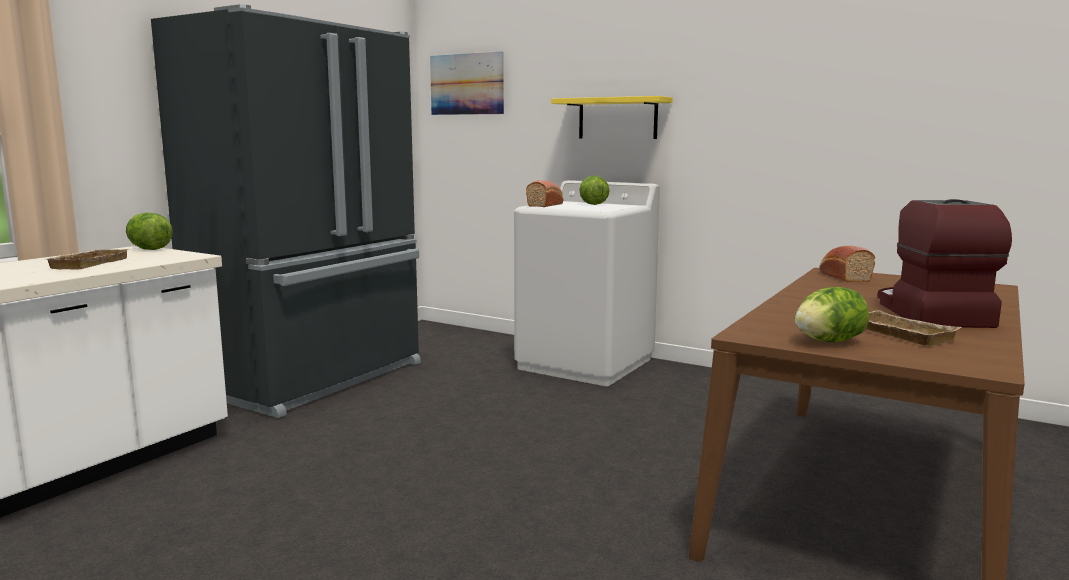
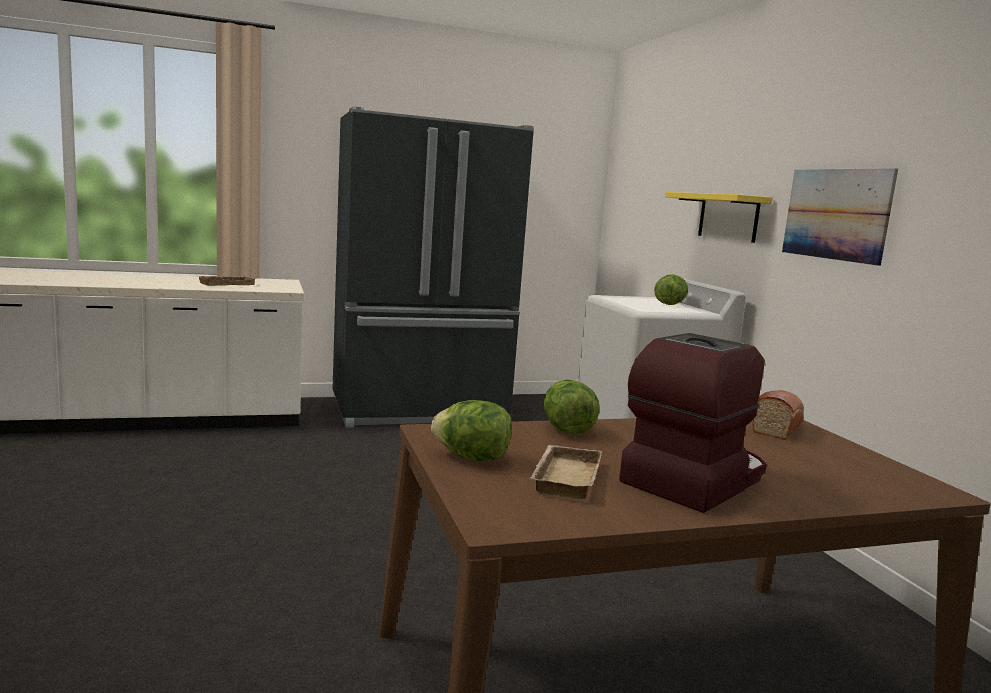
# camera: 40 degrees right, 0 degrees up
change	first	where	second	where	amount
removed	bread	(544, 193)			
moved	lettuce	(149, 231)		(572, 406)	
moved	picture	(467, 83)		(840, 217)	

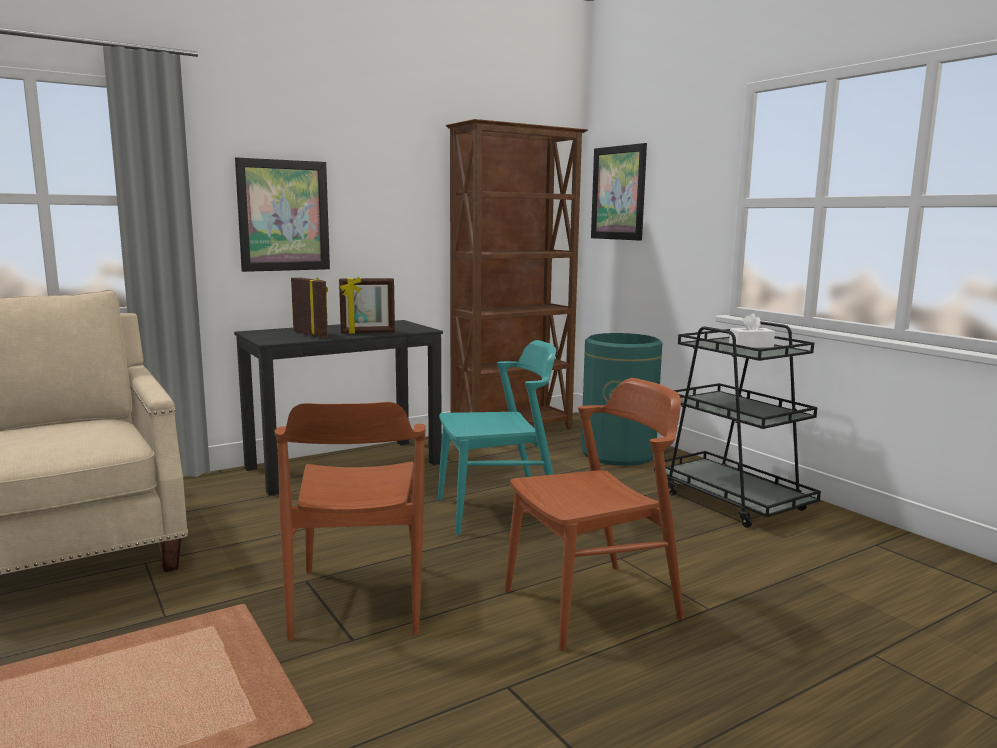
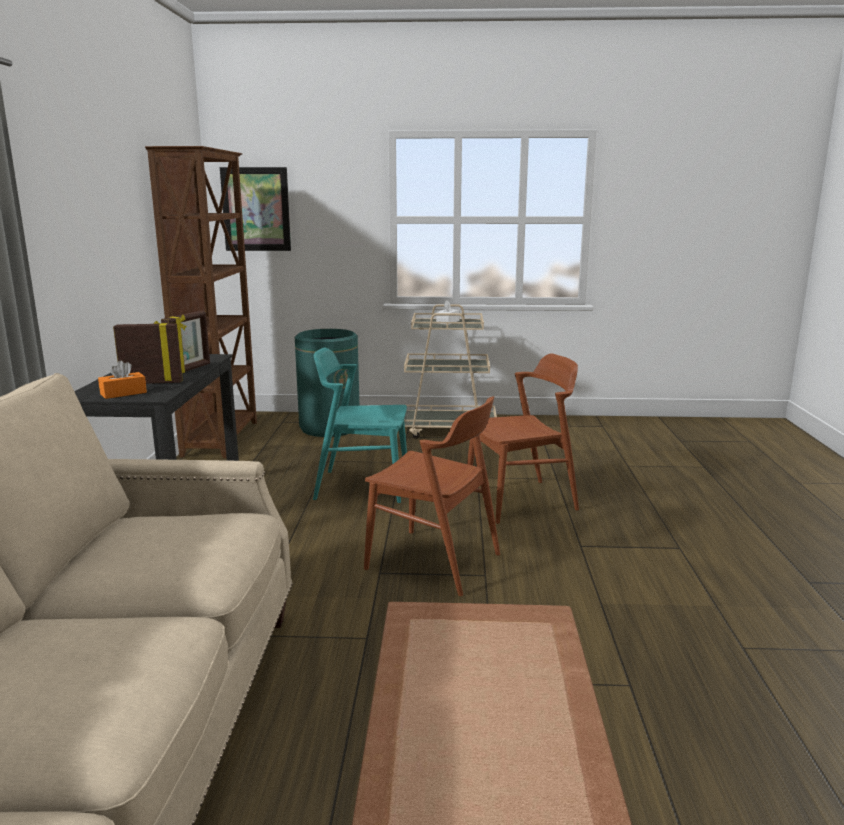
# camera: 55 degrees left, 5 degrees up
change	first	where	second	where	amount
removed	picture	(282, 214)			
added			tissue box/orange	(122, 379)	
recoloured	cart/black	(737, 424)	cart/beige	(450, 371)	
turned	chair/turquoise	(497, 437)		(360, 425)	105 degrees counterclockwise
turned	chair/brown	(594, 514)		(523, 439)	60 degrees clockwise

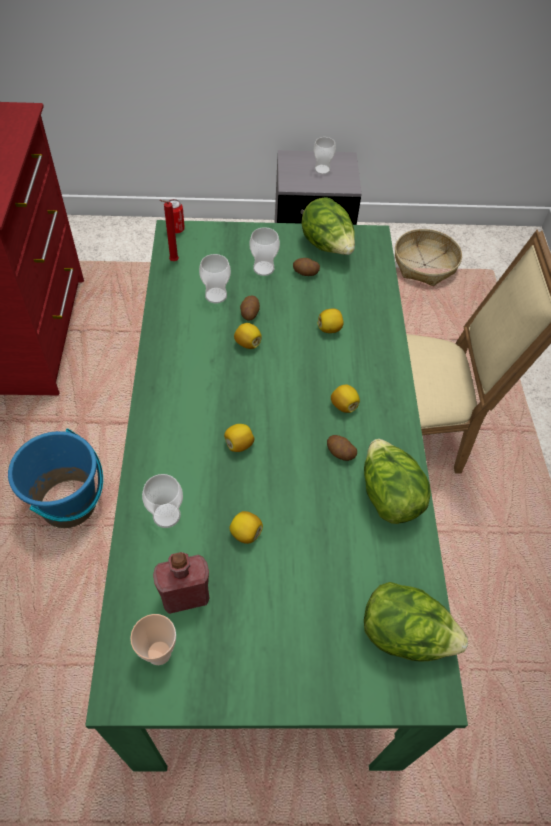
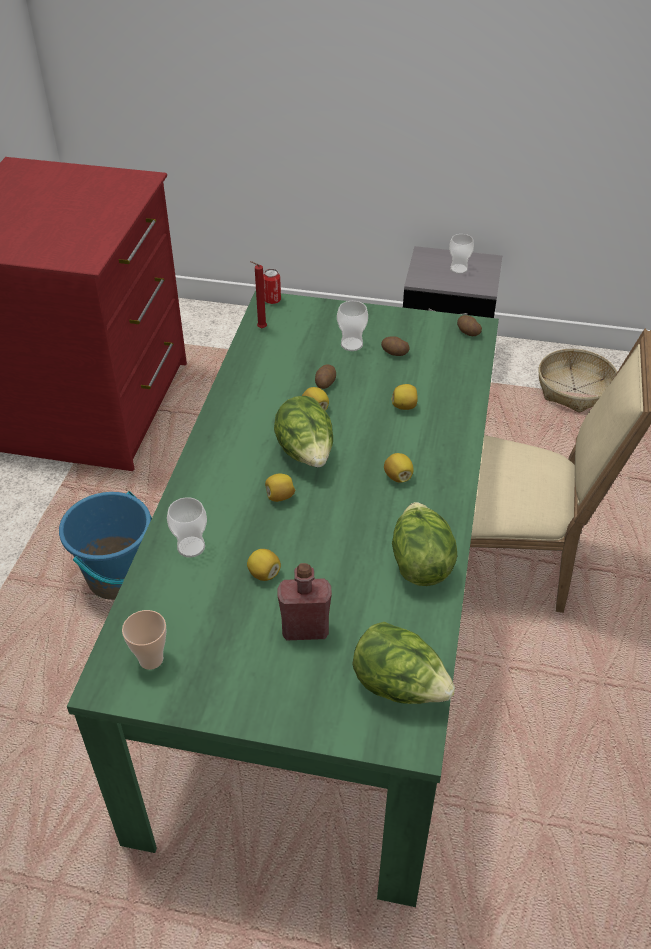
# camera: 15 degrees right, 10 degrees down
change	first	where	second	where	amount
removed	cup	(215, 278)			
moved	bottle/red	(181, 583)		(304, 601)	
moved	lettuce	(328, 226)		(303, 431)	
moved	potato	(342, 448)		(469, 325)	

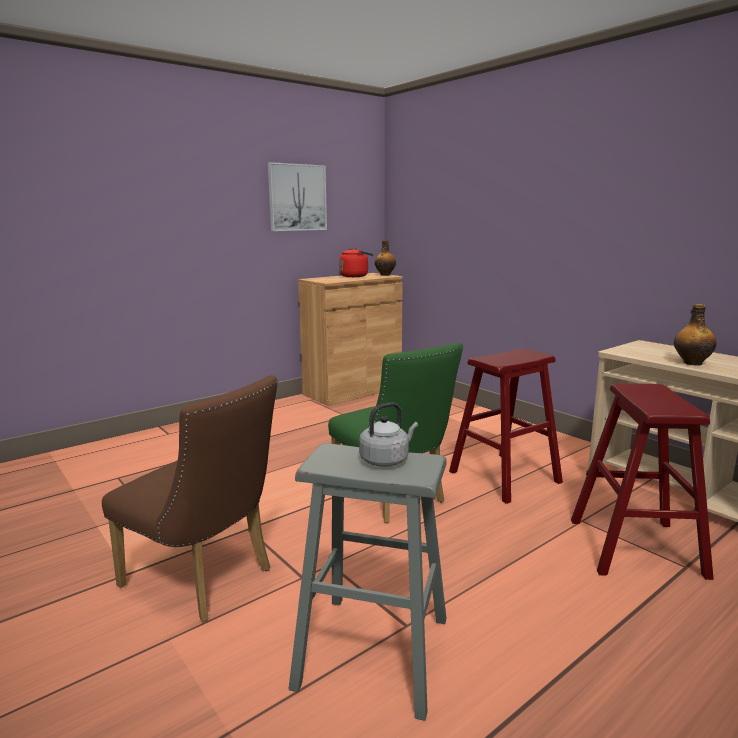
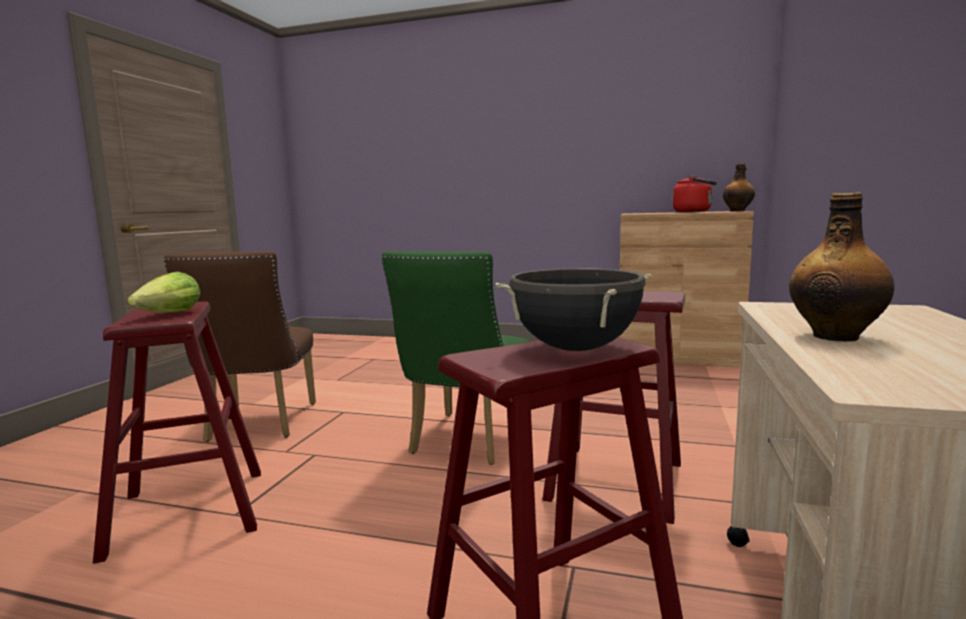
# camera: 55 degrees right, 5 degrees down
change	first	where	second	where	amount
removed	picture	(297, 196)			
added			cooking pot/black	(573, 309)	
replaced	kettle/grey	(388, 434)	lettuce	(164, 292)	
recoloured	stool/grey	(367, 582)	stool/red	(177, 432)	

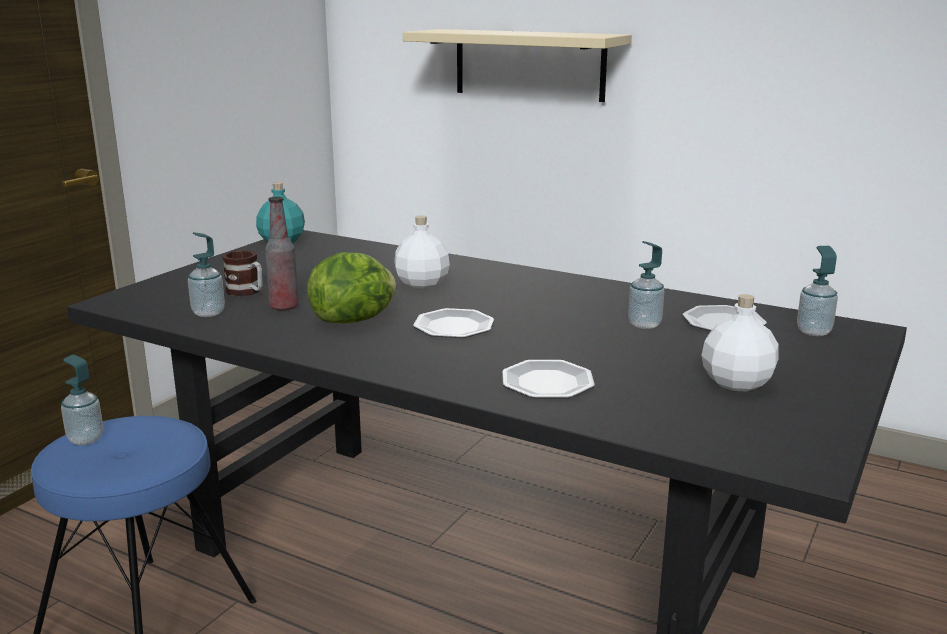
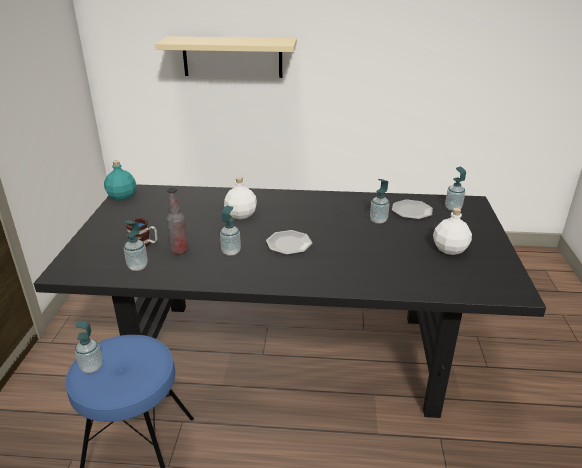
# camera: 25 degrees left, 10 degrees up
change	first	where	second	where	amount
removed	plate	(548, 379)			
replaced	lettuce	(351, 287)	soap dispenser	(230, 230)	

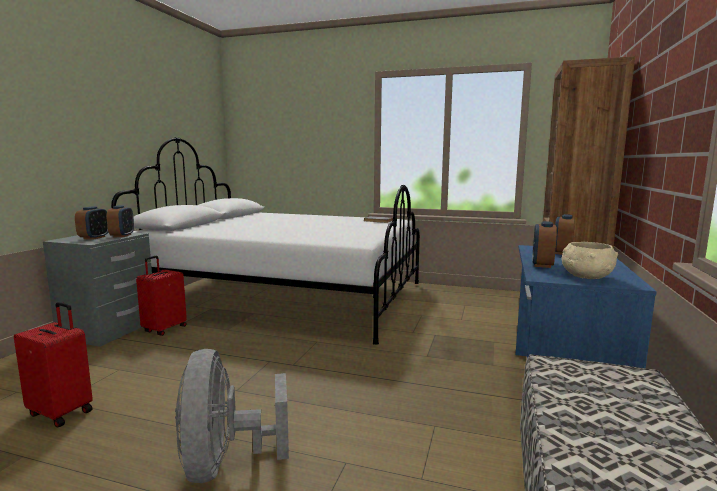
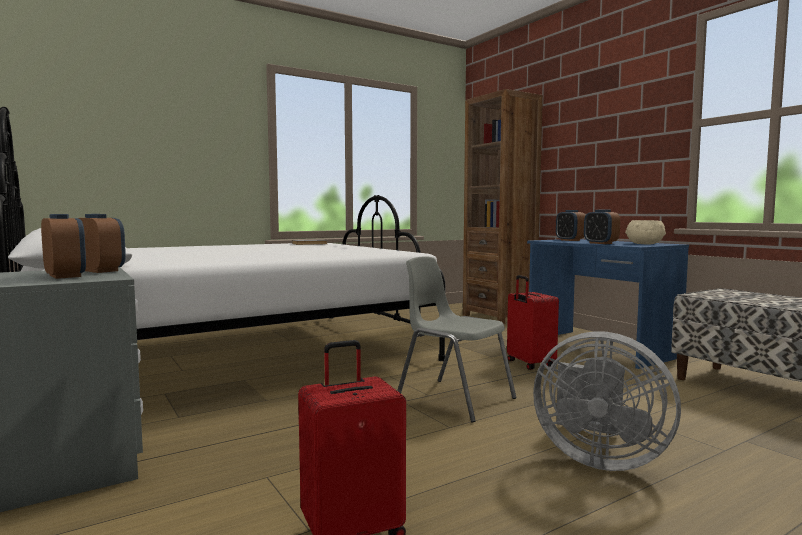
# camera: 50 degrees left, 5 degrees down
change	first	where	second	where	amount
added			chair/grey	(457, 339)	
moved	suitcase/red	(161, 296)		(533, 322)	

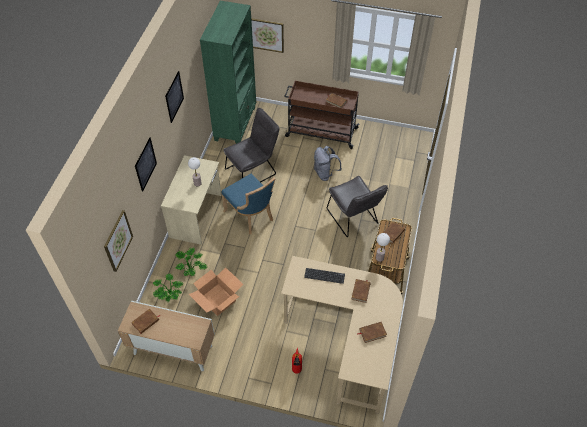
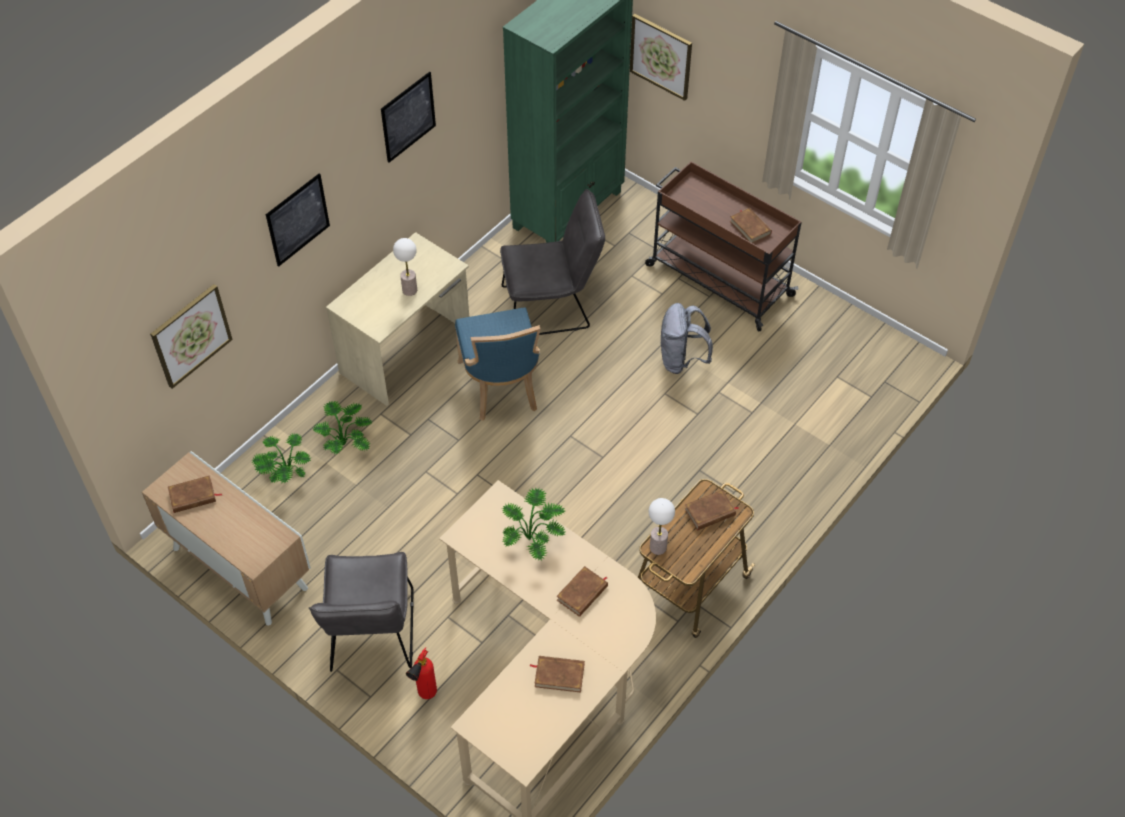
# camera: 25 degrees right, 0 degrees up
change	first	where	second	where	amount
removed	cardboard box	(216, 291)			
moved	chair/grey	(357, 206)		(361, 612)	
replaced	keyboard	(324, 276)	potted plant	(533, 524)	

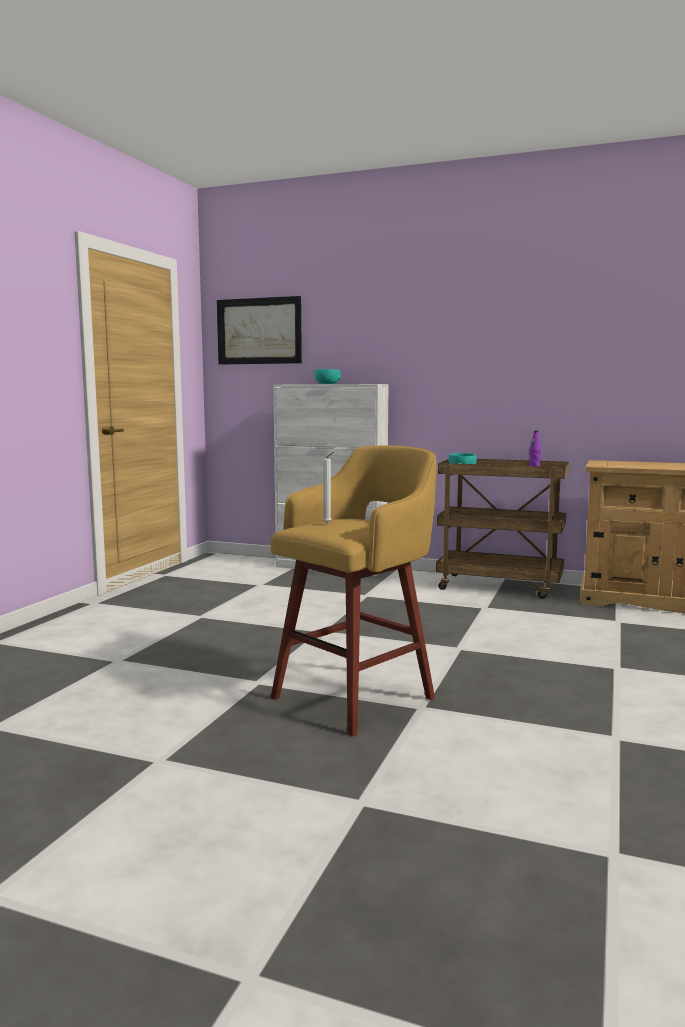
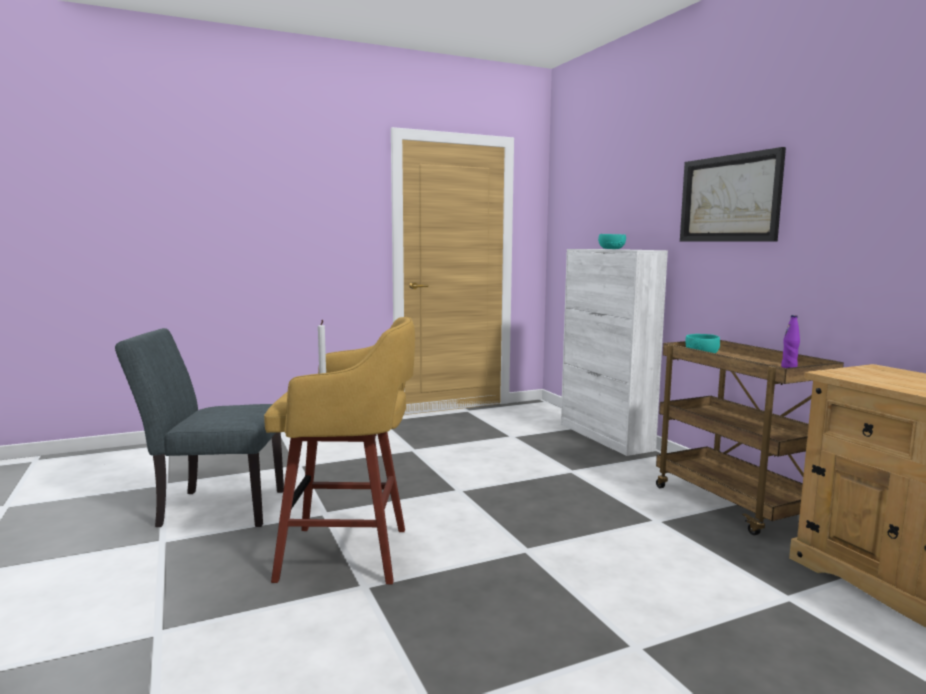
# camera: 45 degrees right, 0 degrees up
change	first	where	second	where	amount
added			chair/grey	(199, 427)	
moved	picture	(259, 330)		(733, 194)	

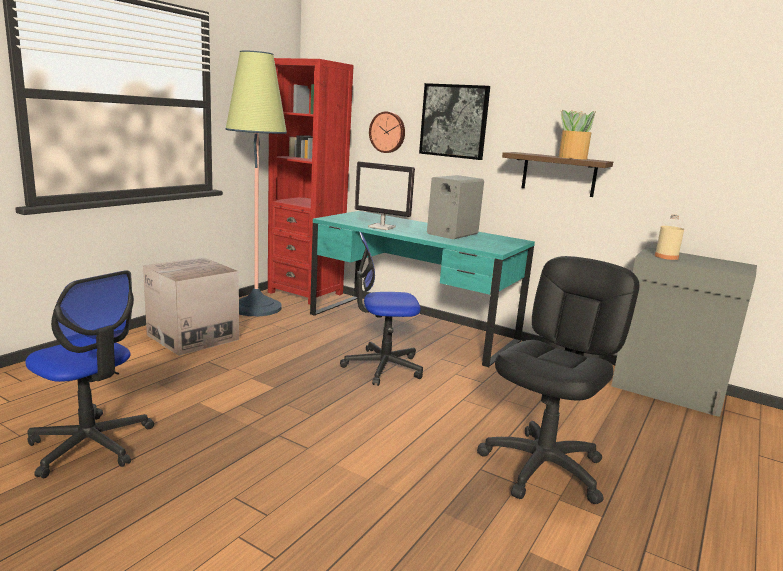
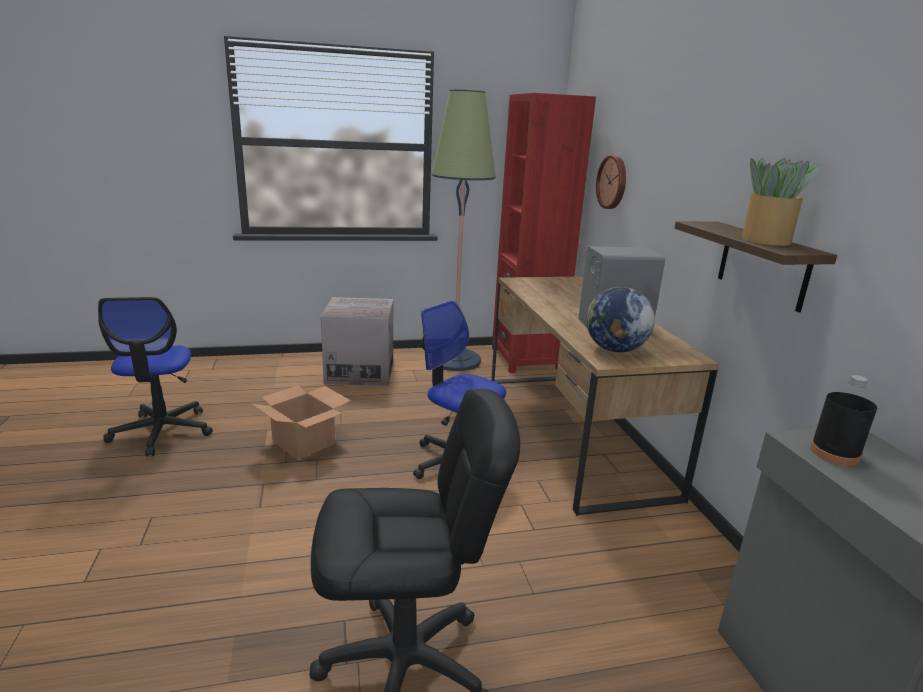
# camera: 45 degrees right, 5 degrees up
change	first	where	second	where	amount
removed	monitor	(385, 196)			
removed	picture	(454, 121)			
added			cardboard box	(301, 422)	
added			globe	(620, 319)	
recoloured	desk/turquoise	(422, 289)	desk/brown	(605, 396)	
recoloured	bottle/beige	(669, 237)	bottle/black	(843, 420)	

